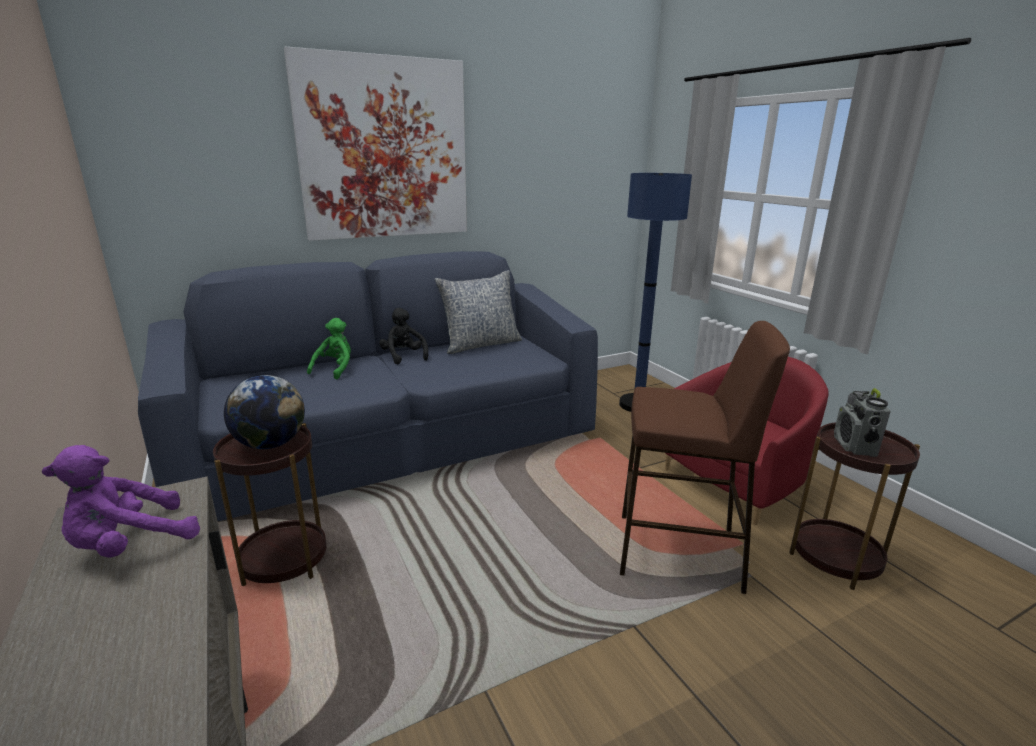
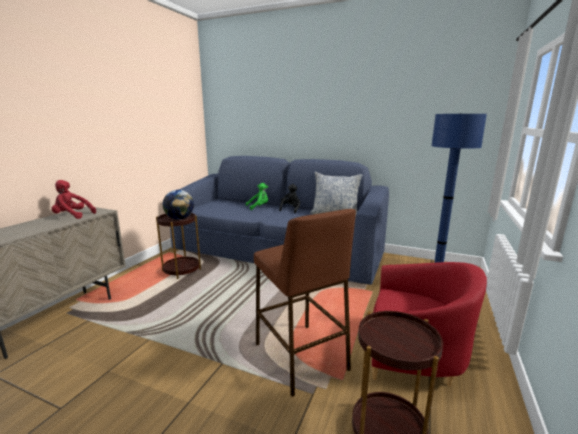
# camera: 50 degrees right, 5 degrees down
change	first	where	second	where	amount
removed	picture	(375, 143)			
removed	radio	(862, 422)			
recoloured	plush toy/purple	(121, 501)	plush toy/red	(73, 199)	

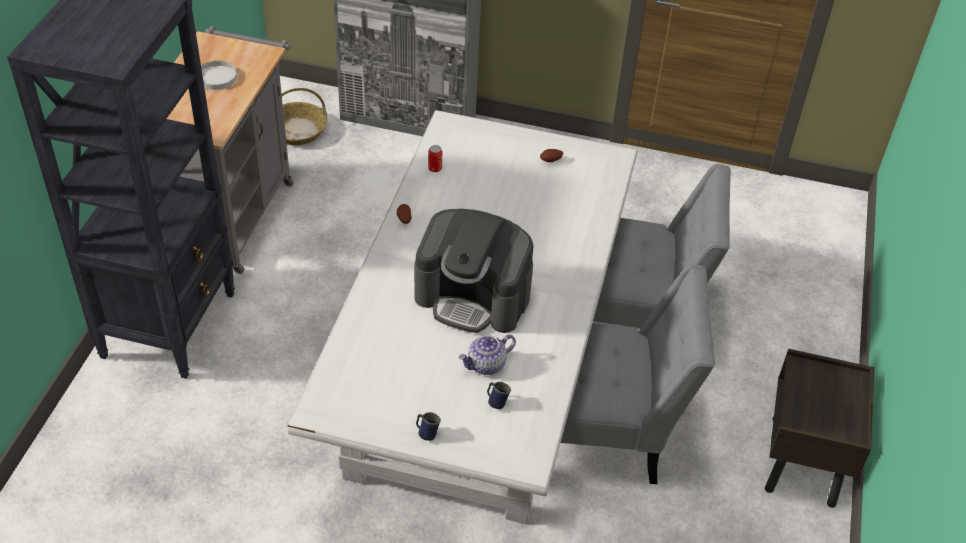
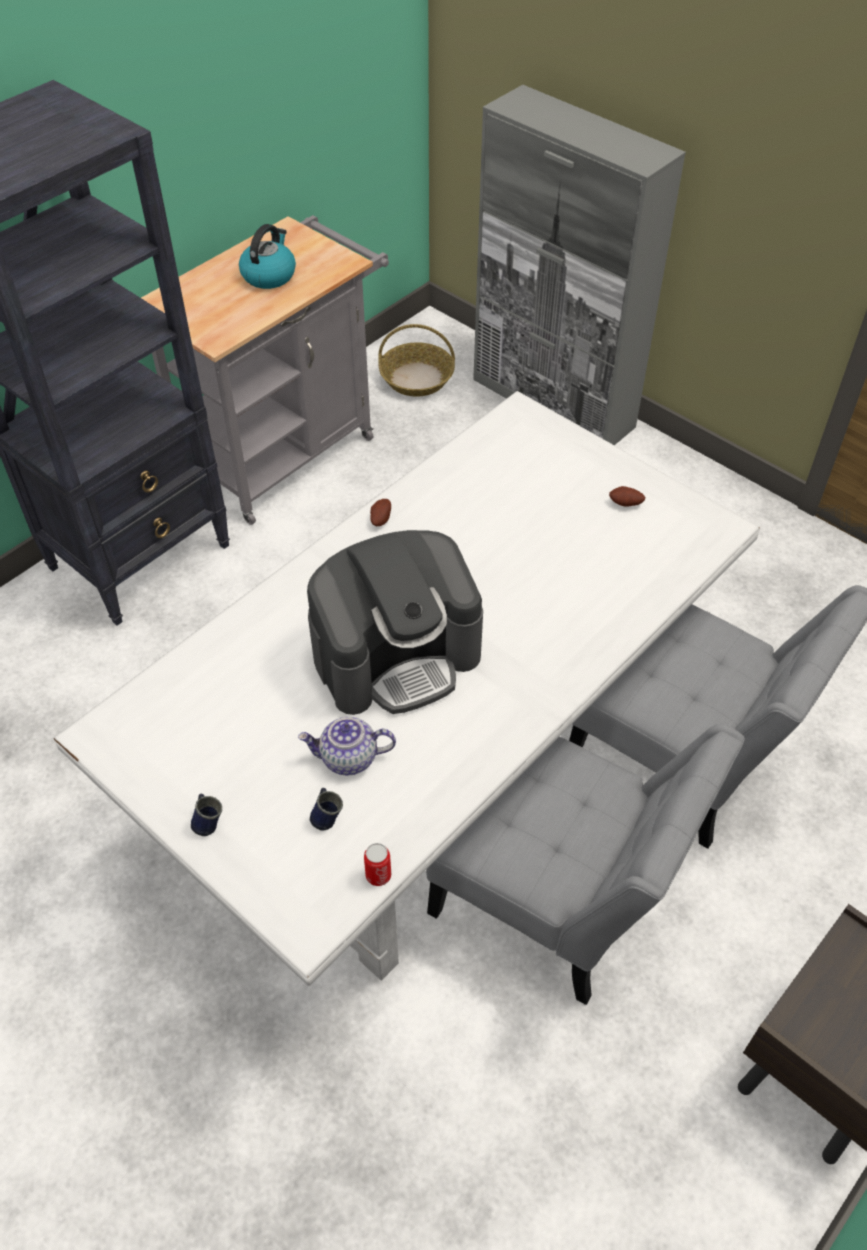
# camera: 30 degrees right, 5 degrees up
change	first	where	second	where	amount
moved	can	(435, 158)		(377, 864)	
replaced	plate/white	(219, 75)	kettle	(267, 256)	
turned	coffee machine	(473, 271)		(395, 622)	75 degrees counterclockwise

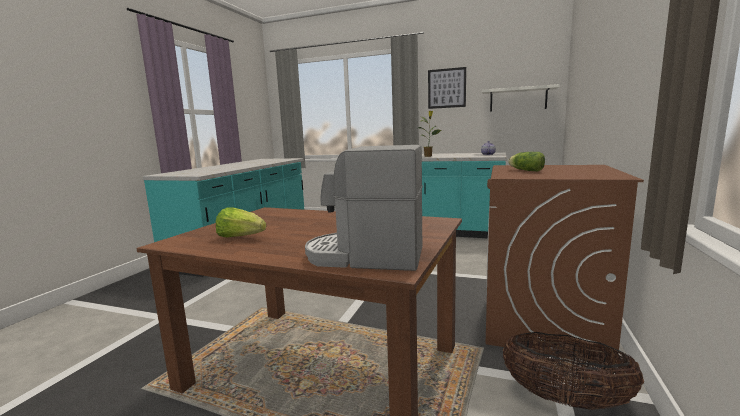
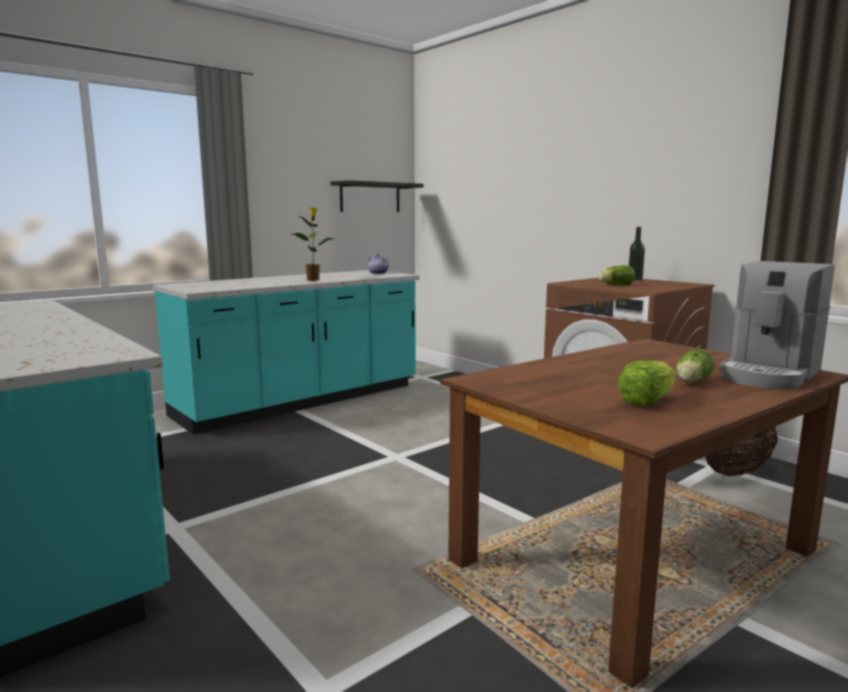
# camera: 60 degrees left, 0 degrees up
change	first	where	second	where	amount
removed	picture	(447, 88)			
added			bottle	(636, 254)	
added			lettuce	(695, 366)	
recoloured	shelf/white	(521, 98)	shelf/black	(377, 196)	

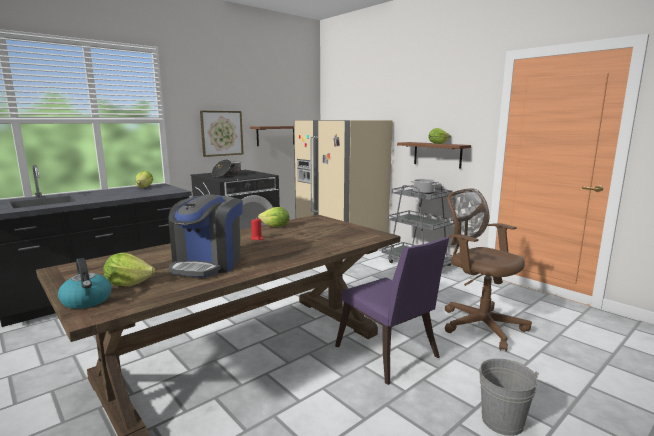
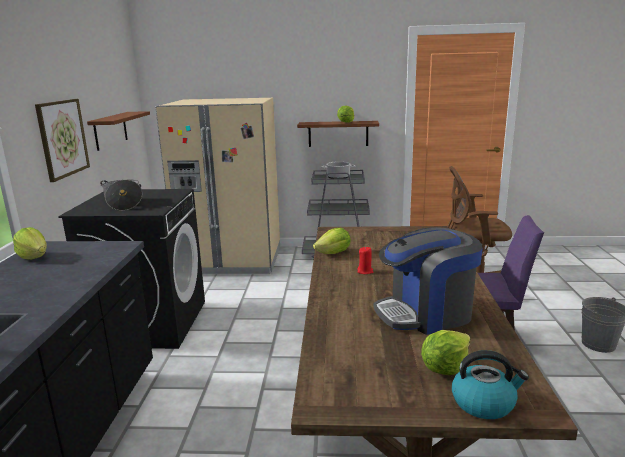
# camera: 45 degrees left, 5 degrees up
change	first	where	second	where	amount
turned	coffee machine	(206, 235)		(428, 281)	105 degrees clockwise

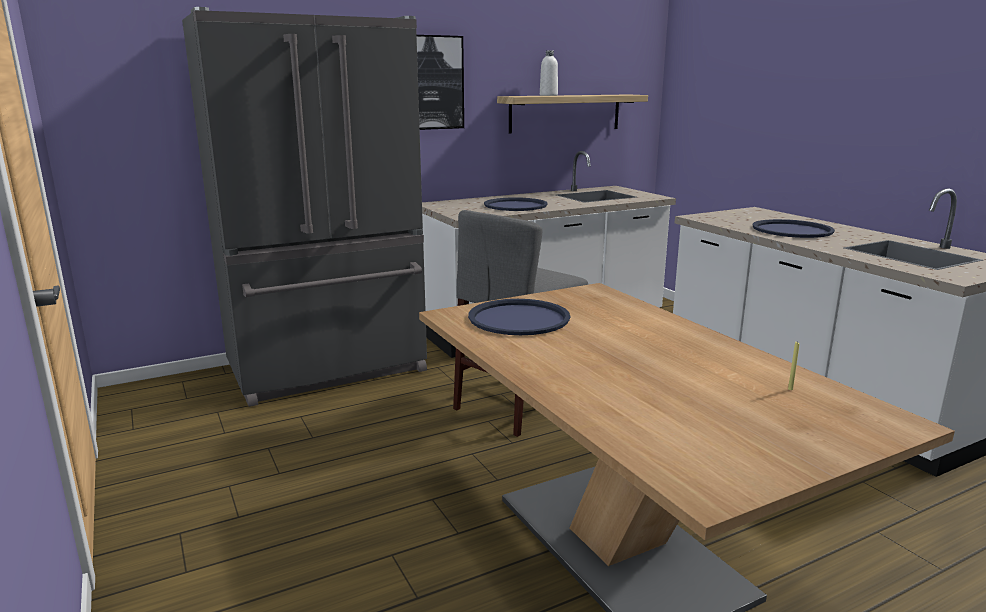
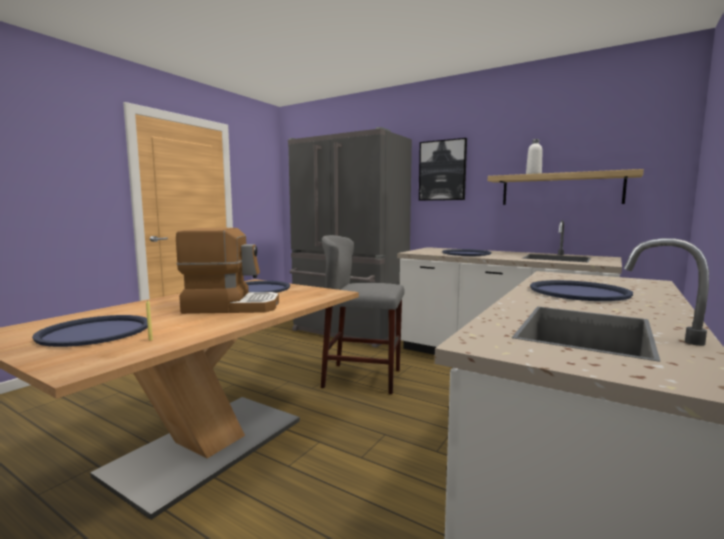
# camera: 60 degrees right, 10 degrees down
change	first	where	second	where	amount
added			tray/blue	(90, 331)	
added			coffee machine	(227, 271)	

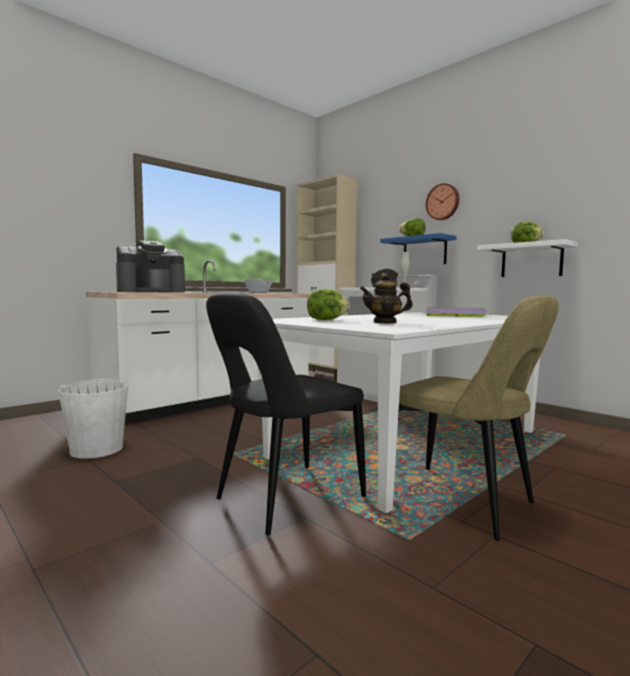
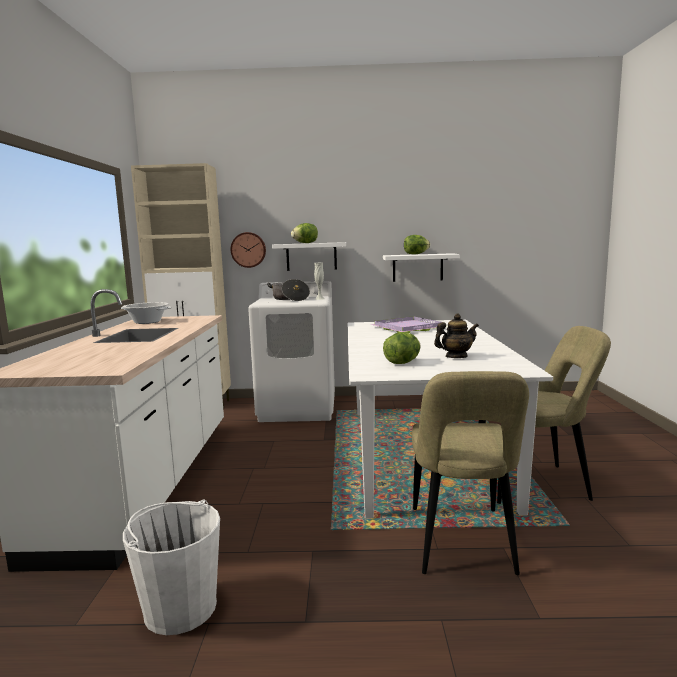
# camera: 45 degrees left, 5 degrees up
change	first	where	second	where	amount
removed	coffee machine	(150, 267)			
moved	wall clock	(442, 201)		(248, 250)	
recoloured	chair/black	(286, 413)	chair/beige	(470, 473)	
recoloured	shelf/blue	(418, 248)	shelf/white	(309, 256)	
turned	teapot	(386, 298)		(456, 336)	150 degrees counterclockwise

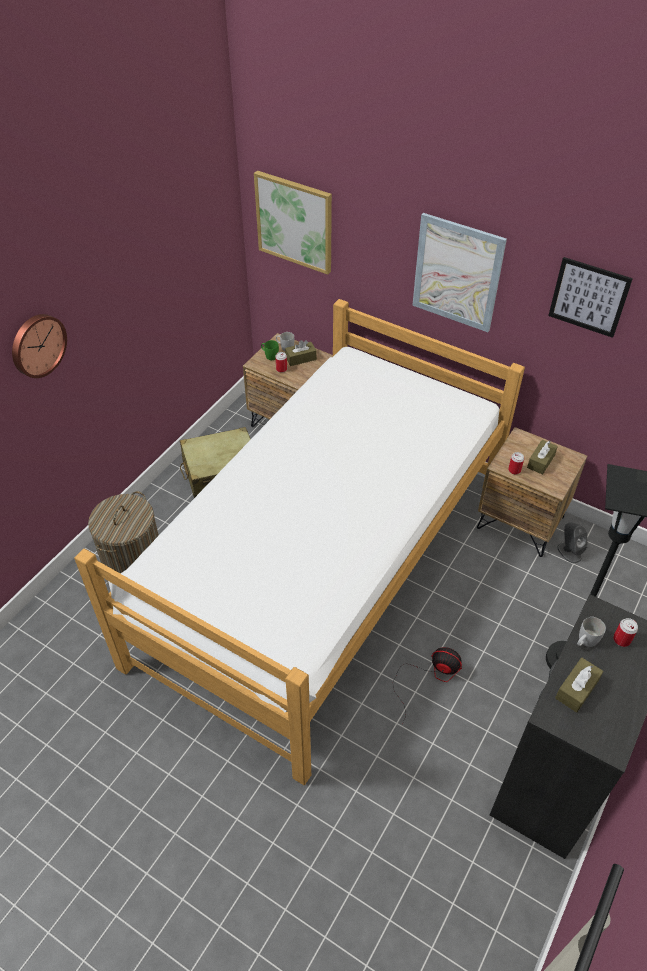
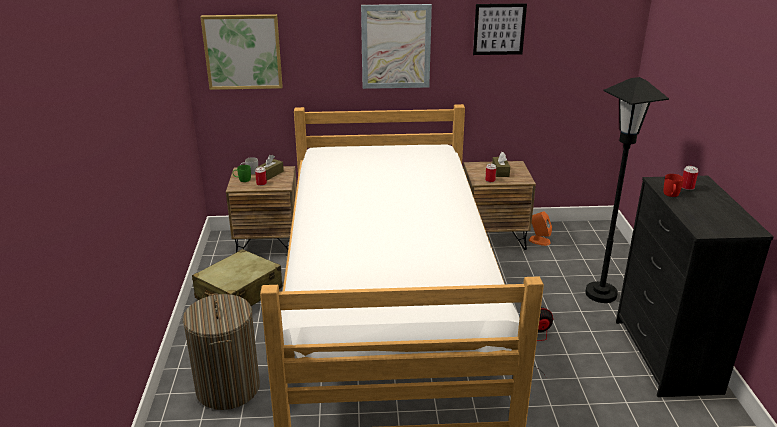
# camera: 35 degrees left, 20 degrees down
change	first	where	second	where	amount
removed	wall clock	(39, 346)			
removed	tissue box/brown	(579, 685)			
recoloured	speaker/grey	(572, 542)	speaker/orange	(540, 228)	
recoloured	mug/white	(591, 632)	mug/red	(674, 185)	

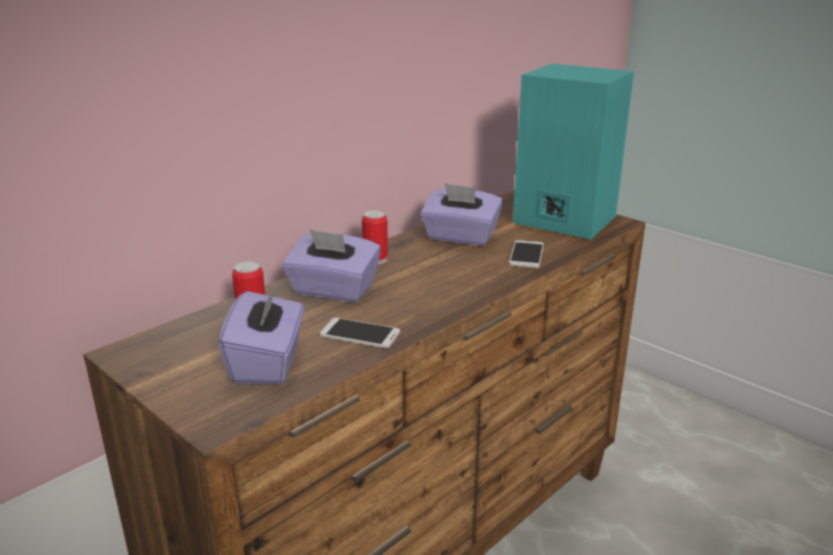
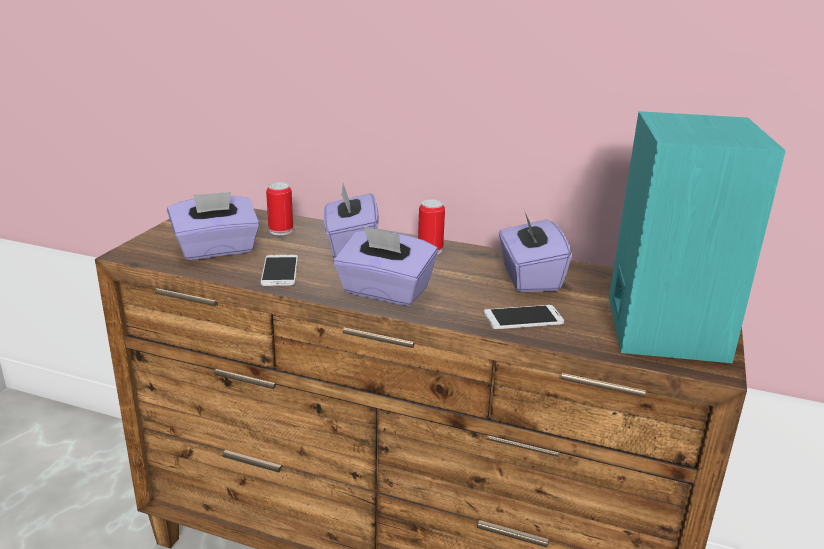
# camera: 65 degrees right, 0 degrees up
change	first	where	second	where	amount
added			tissue box/purple	(386, 266)	

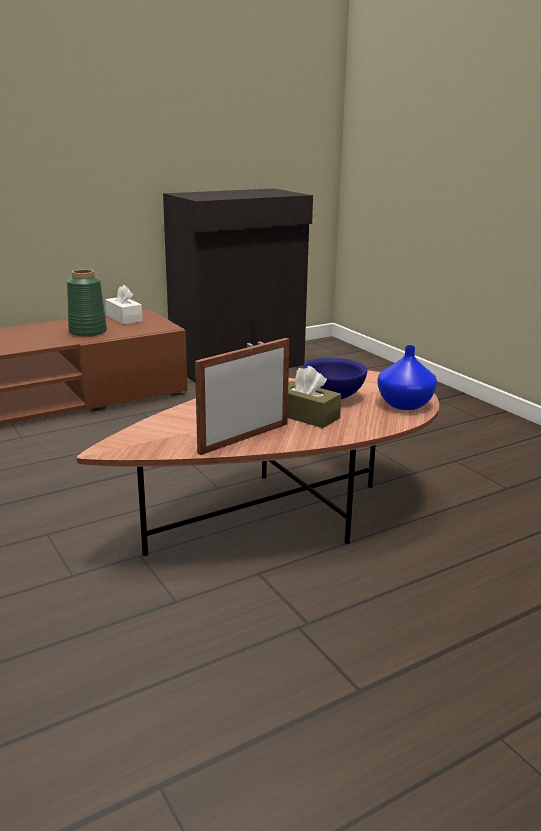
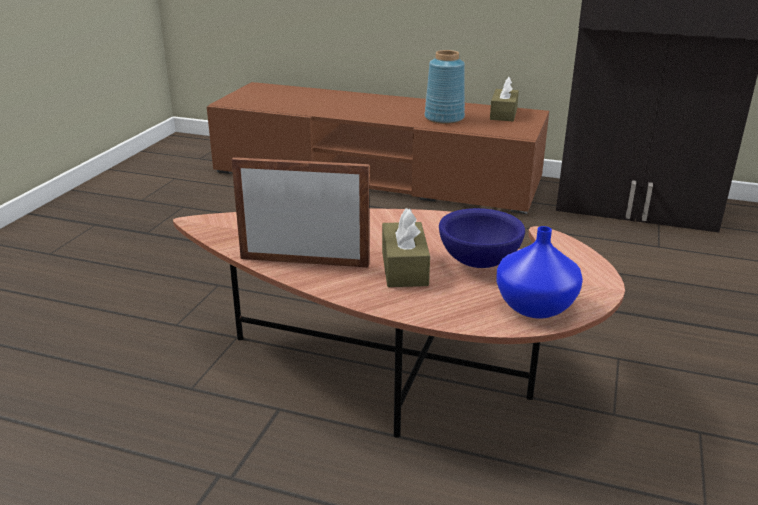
# camera: 50 degrees right, 5 degrees up
change	first	where	second	where	amount
recoloured	vase/green	(87, 303)	vase/blue	(445, 87)	
recoloured	tissue box/white	(124, 304)	tissue box/brown	(504, 99)	

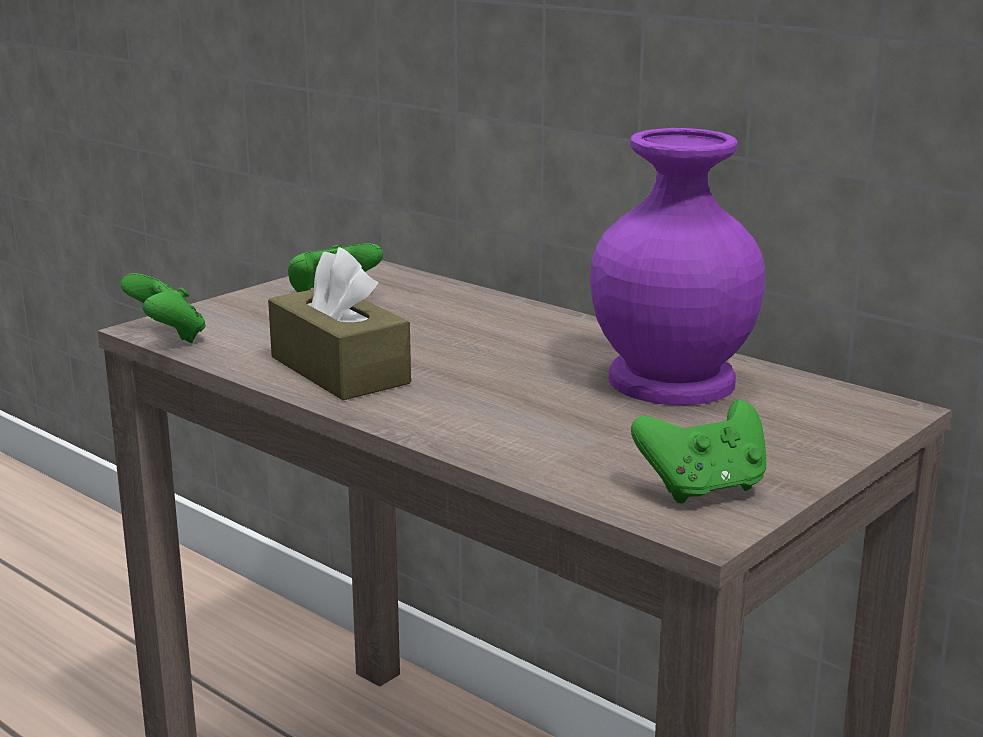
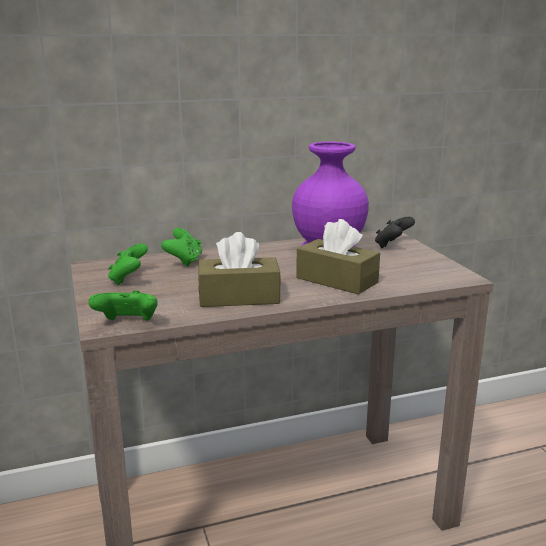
# camera: 60 degrees left, 0 degrees up
change	first	where	second	where	amount
added			tissue box/brown	(338, 257)	
added			game controller/black	(395, 232)	
moved	game controller/green	(698, 452)		(181, 247)	

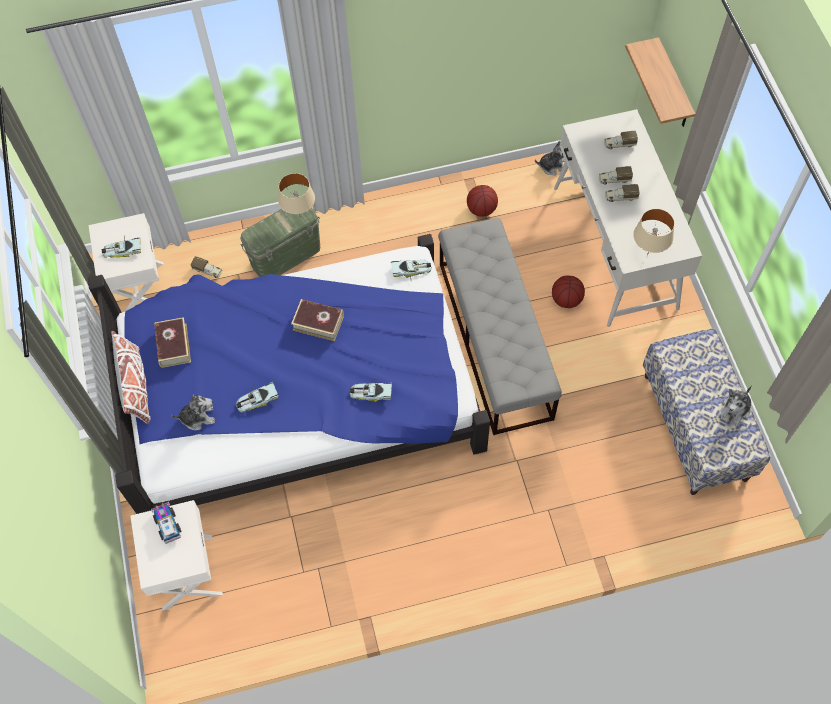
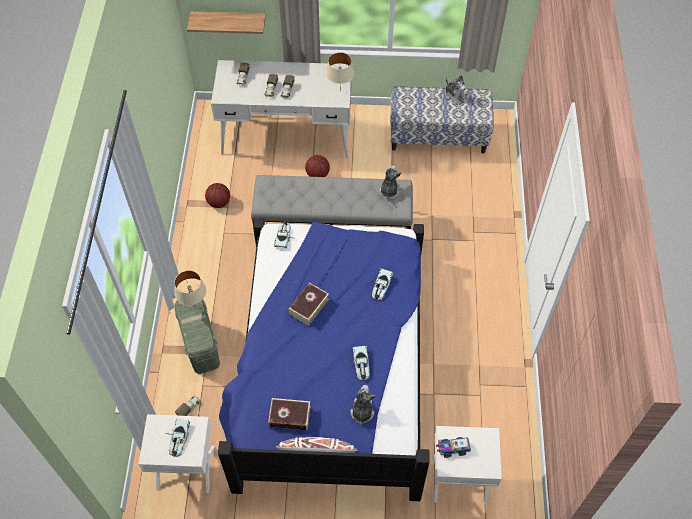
# camera: 75 degrees left, 5 degrees down
change	first	where	second	where	amount
moved	plush toy	(551, 158)		(390, 182)	

